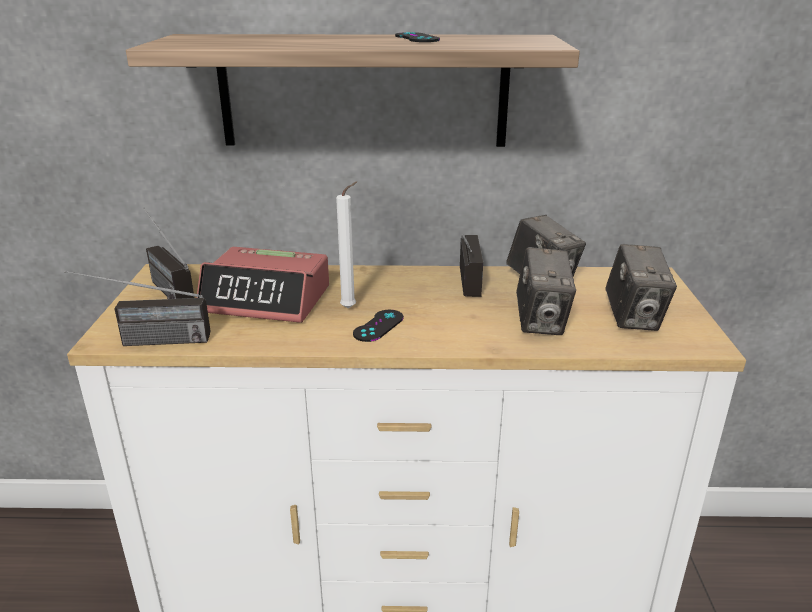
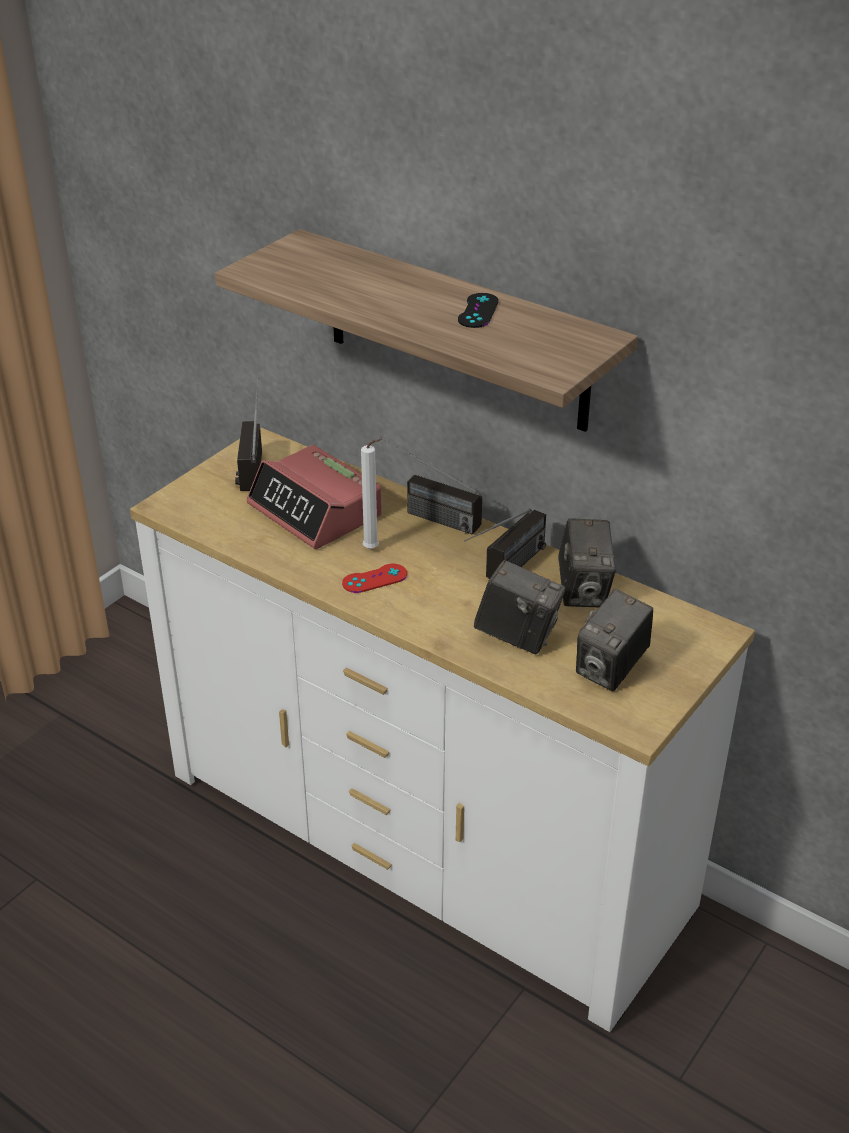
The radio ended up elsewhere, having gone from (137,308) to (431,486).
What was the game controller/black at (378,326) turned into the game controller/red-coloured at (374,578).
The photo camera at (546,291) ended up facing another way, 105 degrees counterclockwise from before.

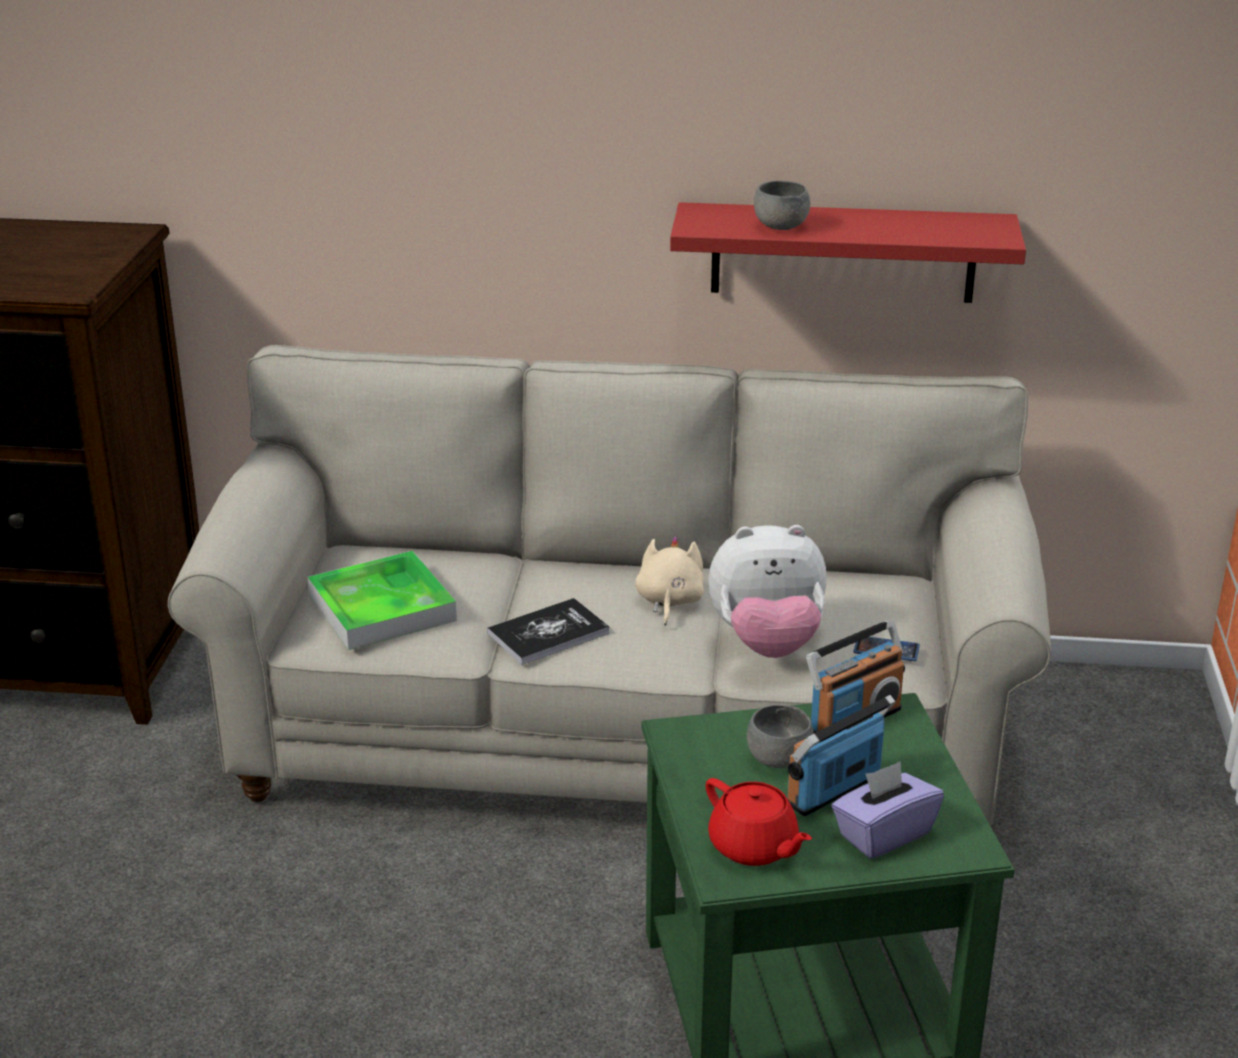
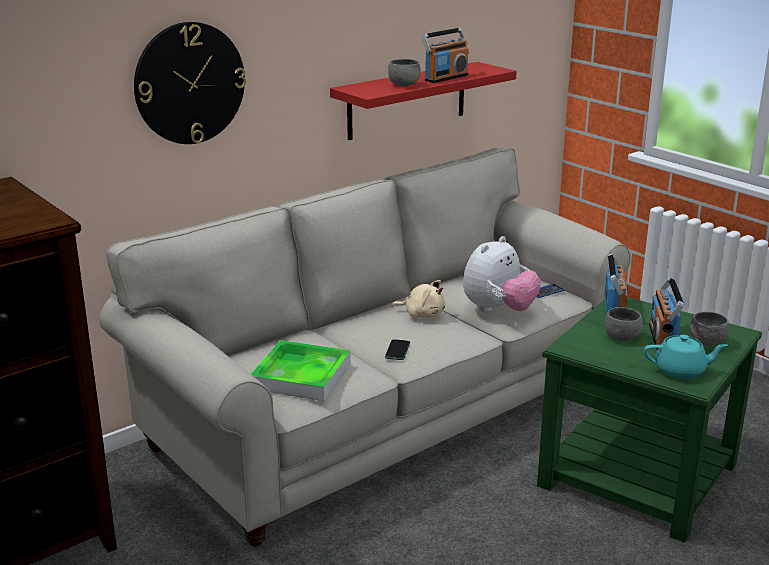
The second view gained the hanging clock at (190,83).
The second view gained the radio at (445,55).
Where the book stood at (548,631), the handset came to stand at (397,349).
Where the tissue box/purplish stood at (887,810), the deep dish/grey came to stand at (709,329).
What was the teapot/red-coloured at (758,822) turned into the teapot/turquoise at (686,357).
The soft toy/beige-coloured at (669,581) ended up facing another way, 150 degrees clockwise from before.

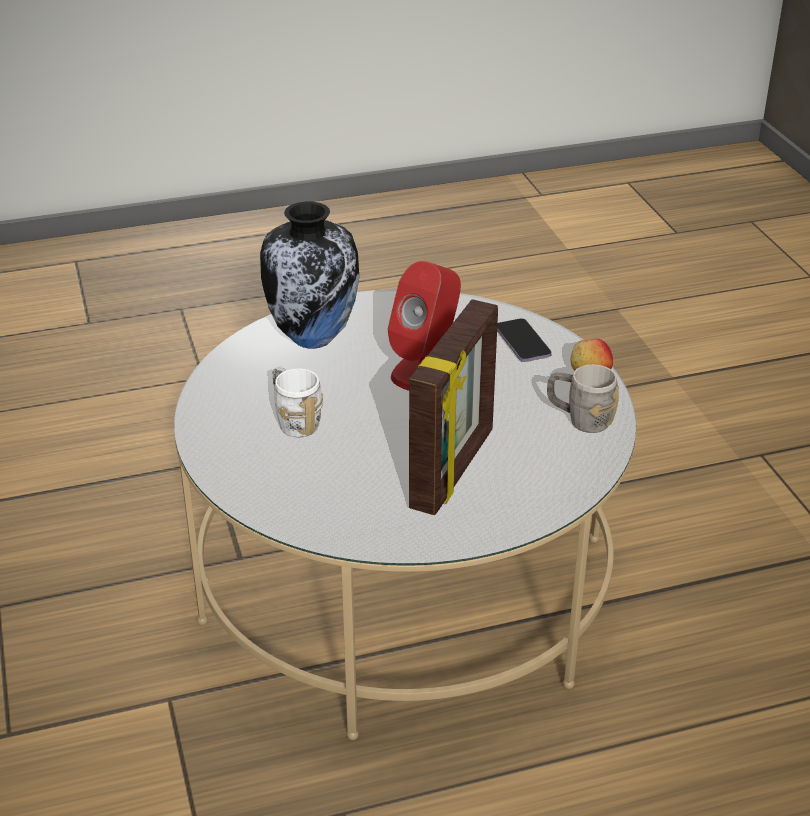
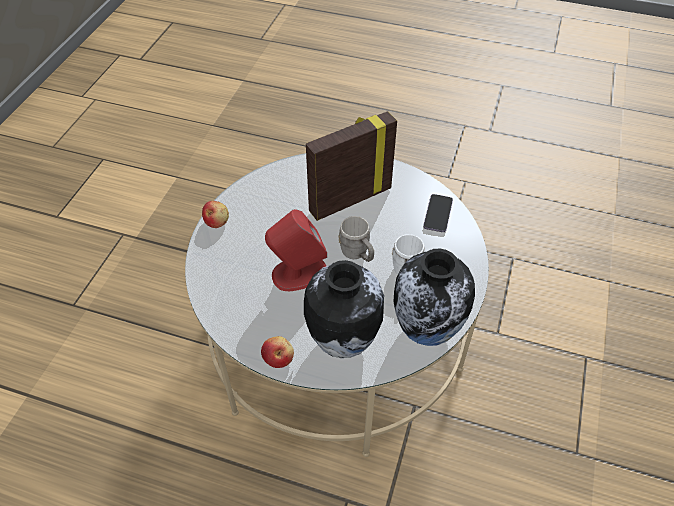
The second view gained the apple at (277,352).
The second view gained the decorative vase at (434,297).
The handset ended up elsewhere, having gone from (524,340) to (438,213).
The coffee mug/grey ended up elsewhere, having gone from (583,398) to (356,239).

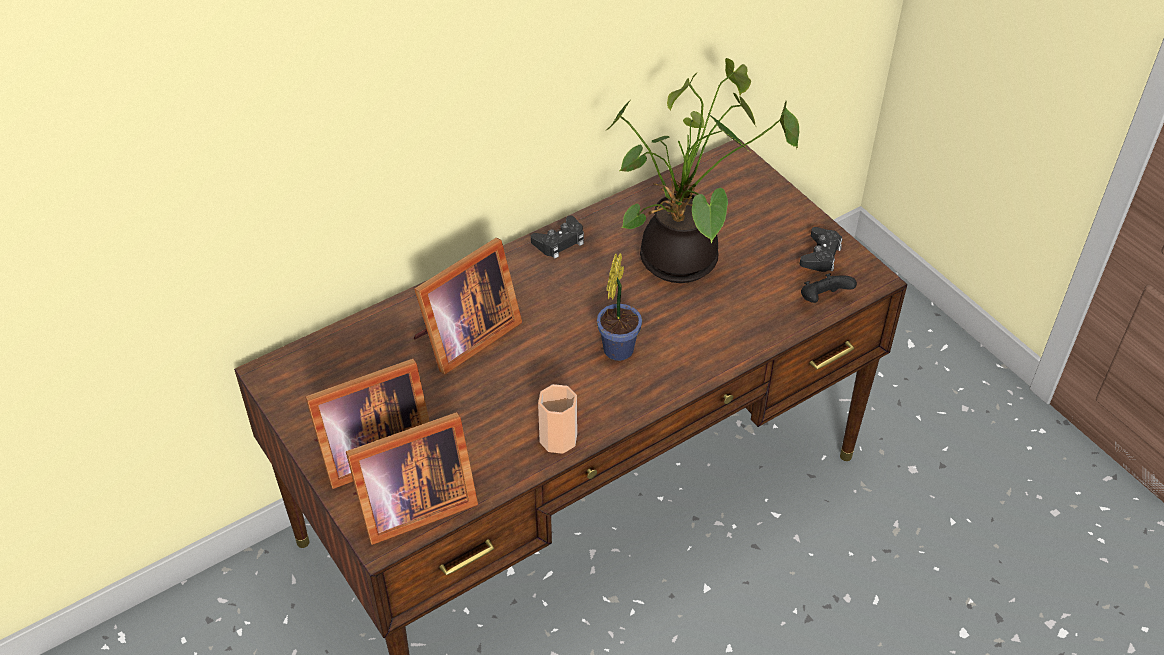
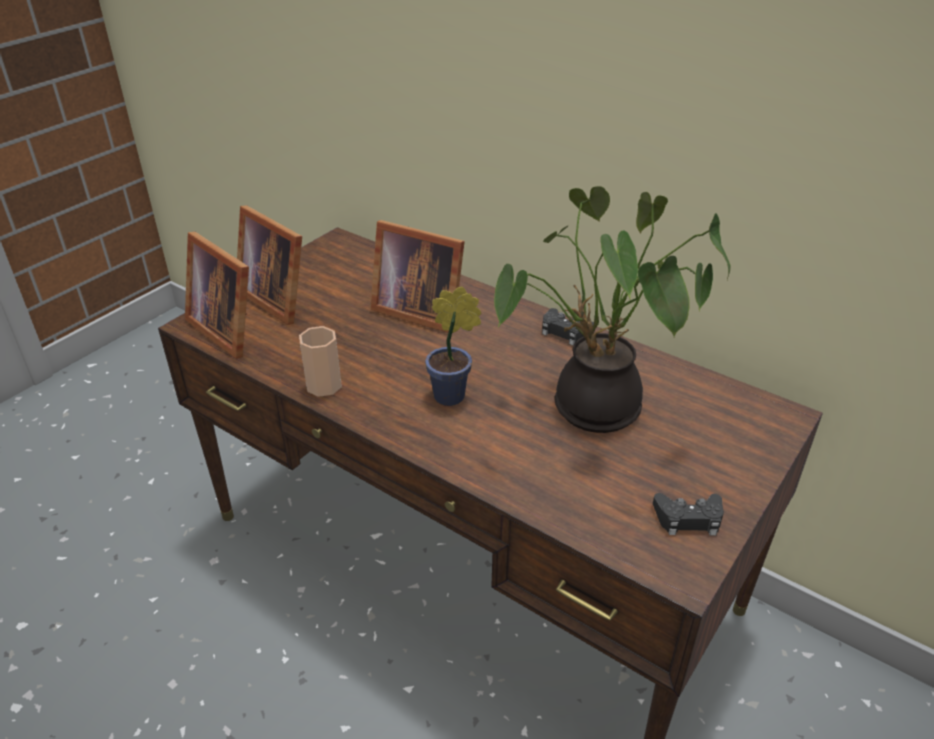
The second view lost the game controller/black at (829,288).

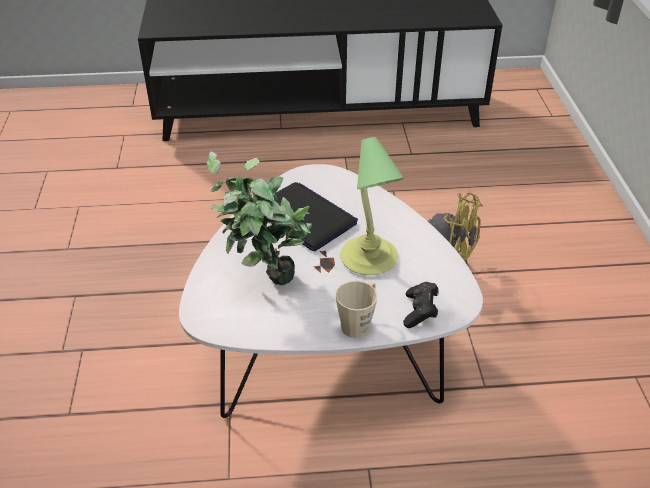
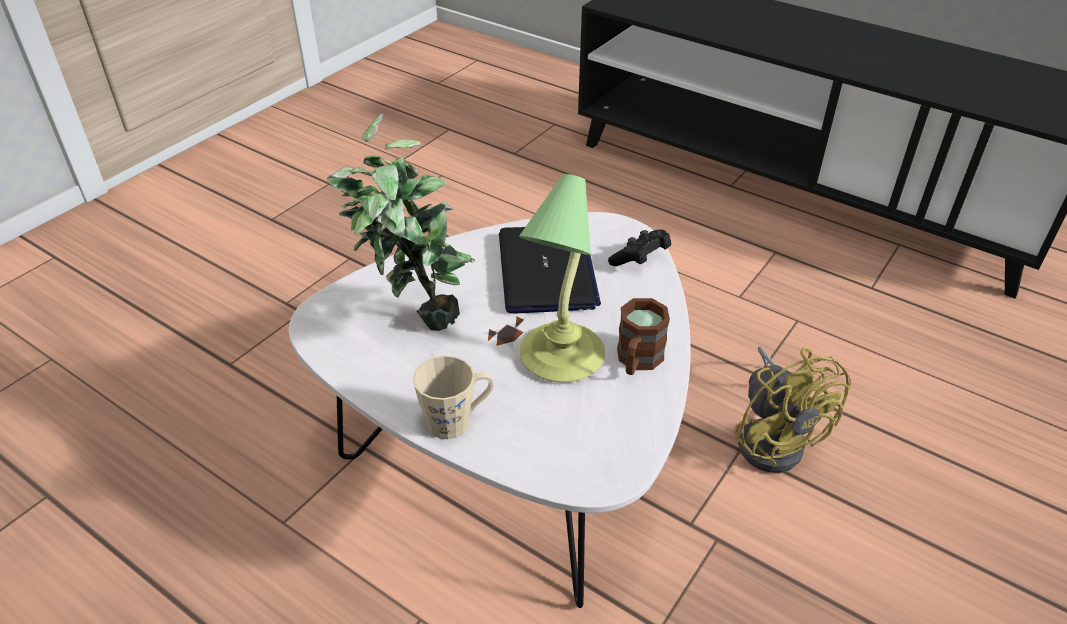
The second view gained the coffee mug/brown at (643,336).
The game controller/black ended up elsewhere, having gone from (421,305) to (639,248).

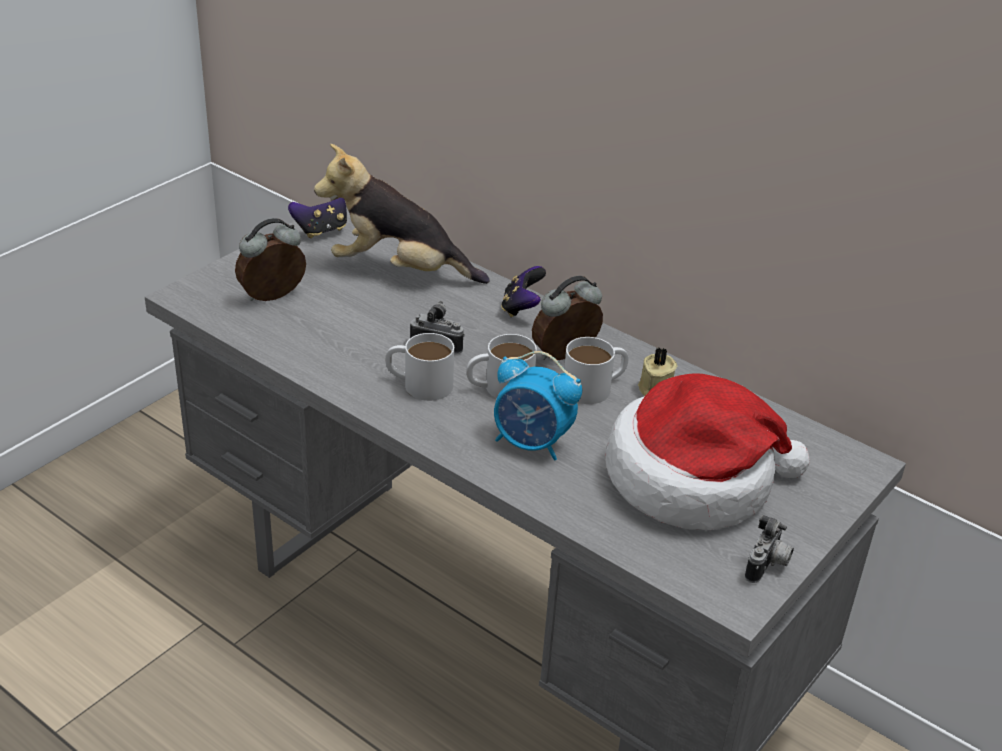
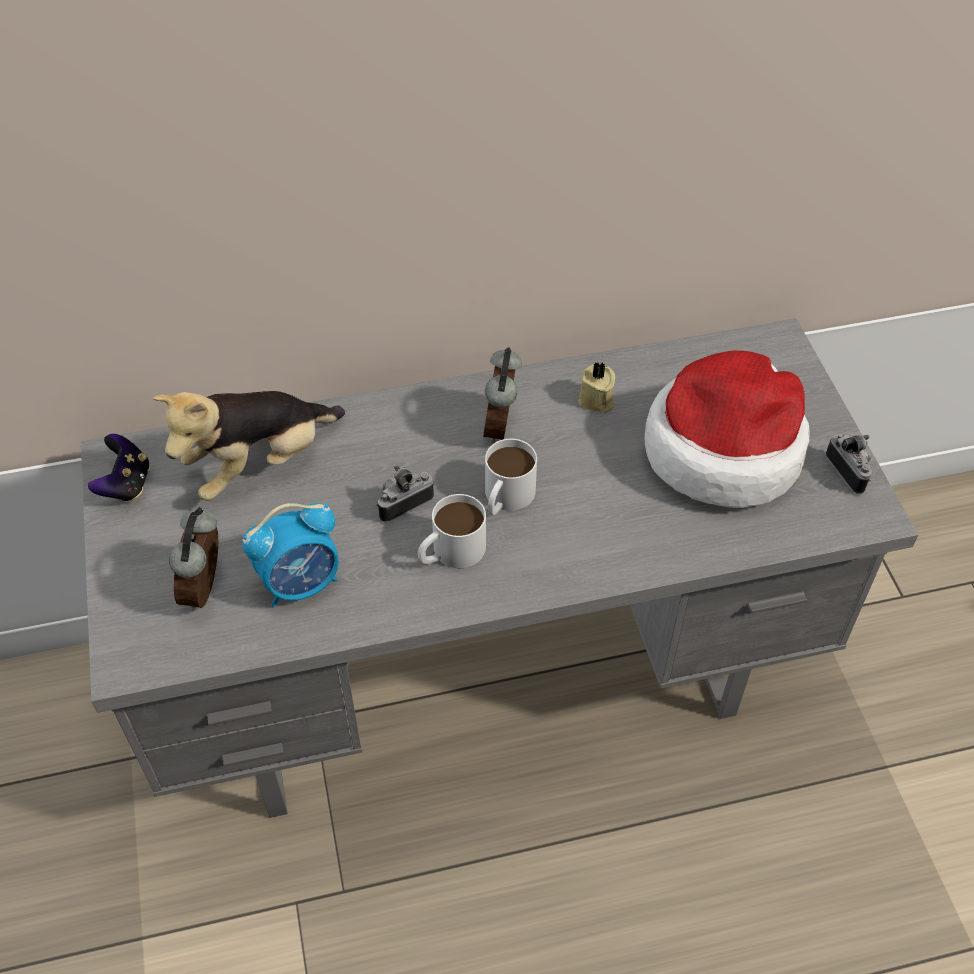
The second view lost the game controller at (523,291).
The second view lost the coffee mug/white at (596,370).
The alarm clock ended up elsewhere, having gone from (538,405) to (290,555).

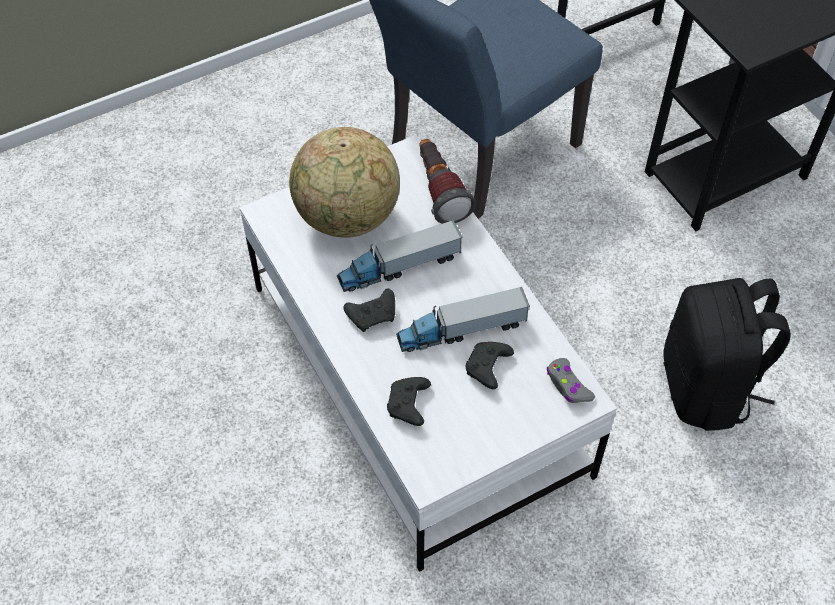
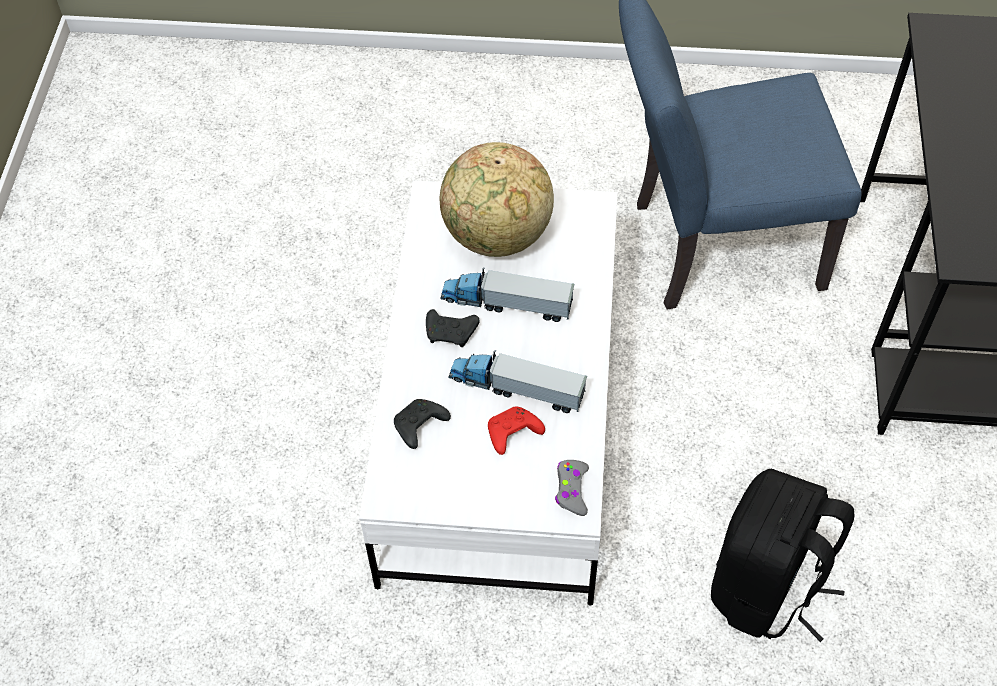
The second view lost the hand torch at (448,181).
What was the game controller/black at (490,365) turned into the game controller/red-coloured at (516,430).

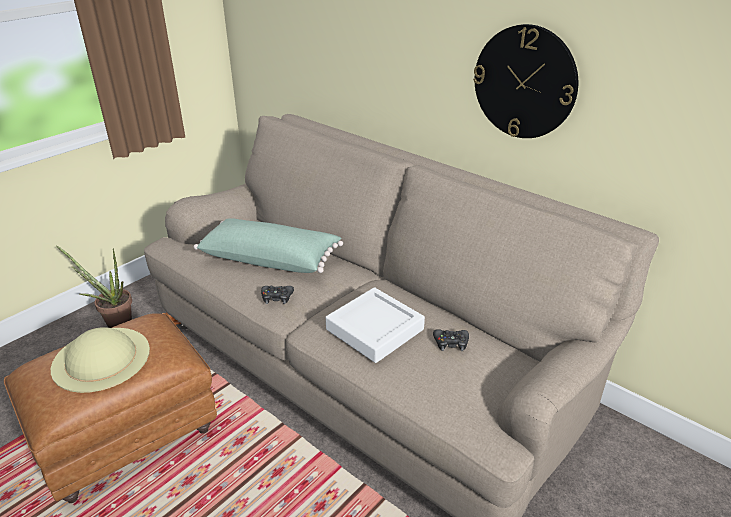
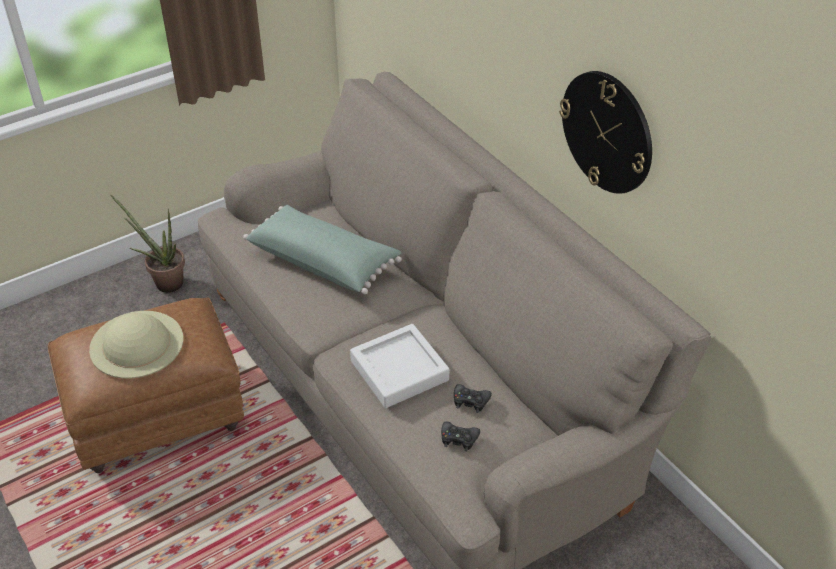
The game controller/black ended up elsewhere, having gone from (277,295) to (460,436).

